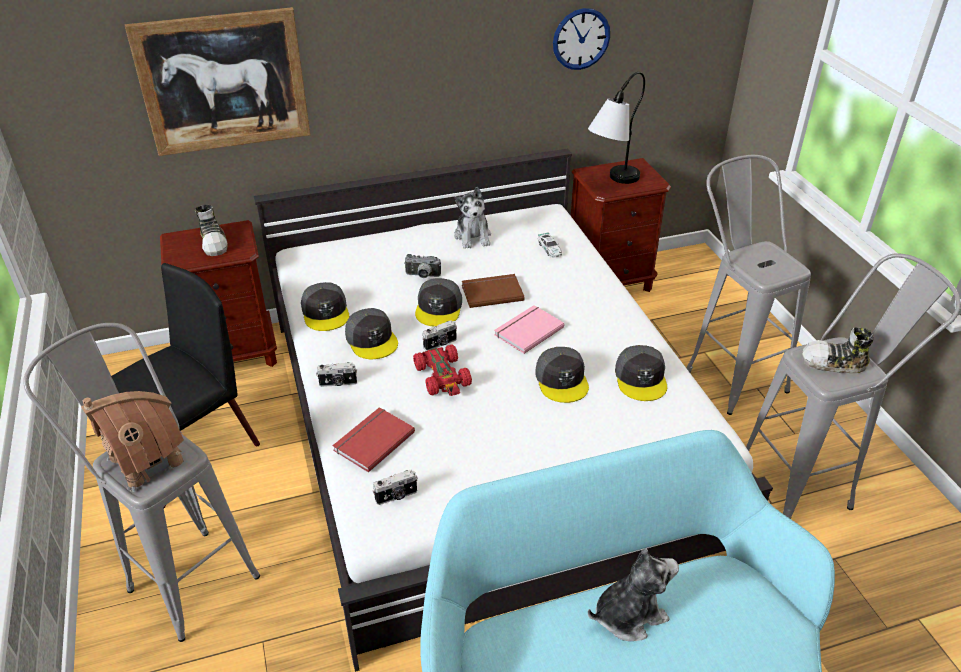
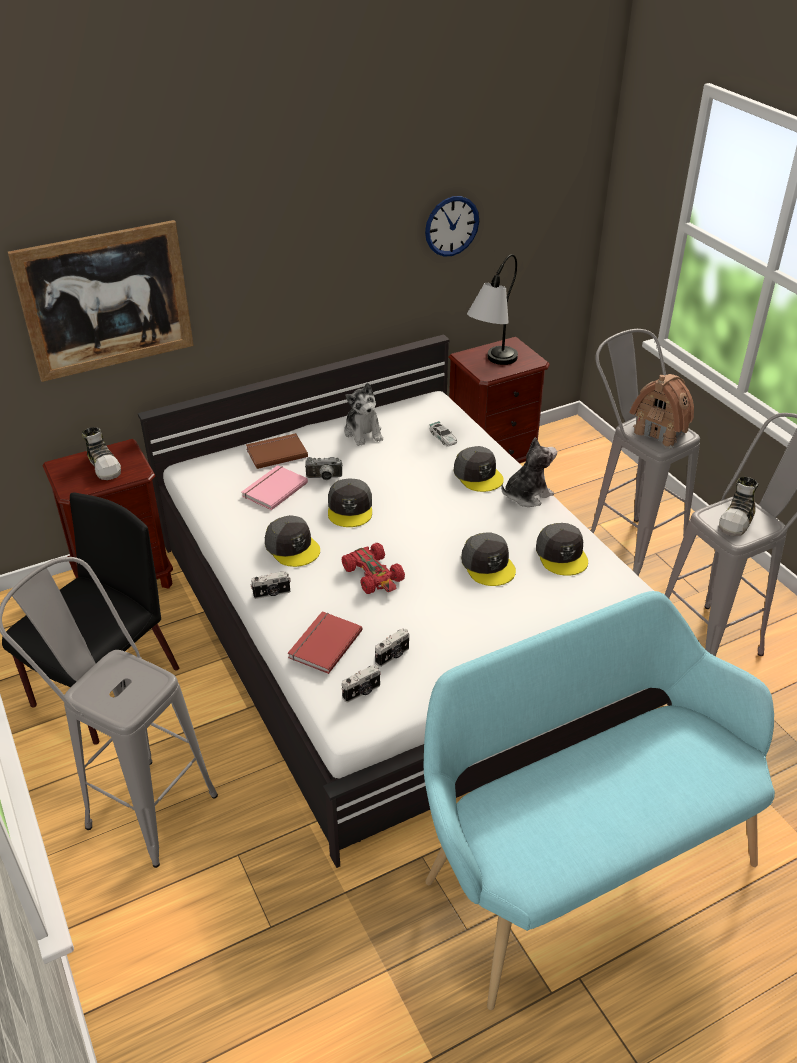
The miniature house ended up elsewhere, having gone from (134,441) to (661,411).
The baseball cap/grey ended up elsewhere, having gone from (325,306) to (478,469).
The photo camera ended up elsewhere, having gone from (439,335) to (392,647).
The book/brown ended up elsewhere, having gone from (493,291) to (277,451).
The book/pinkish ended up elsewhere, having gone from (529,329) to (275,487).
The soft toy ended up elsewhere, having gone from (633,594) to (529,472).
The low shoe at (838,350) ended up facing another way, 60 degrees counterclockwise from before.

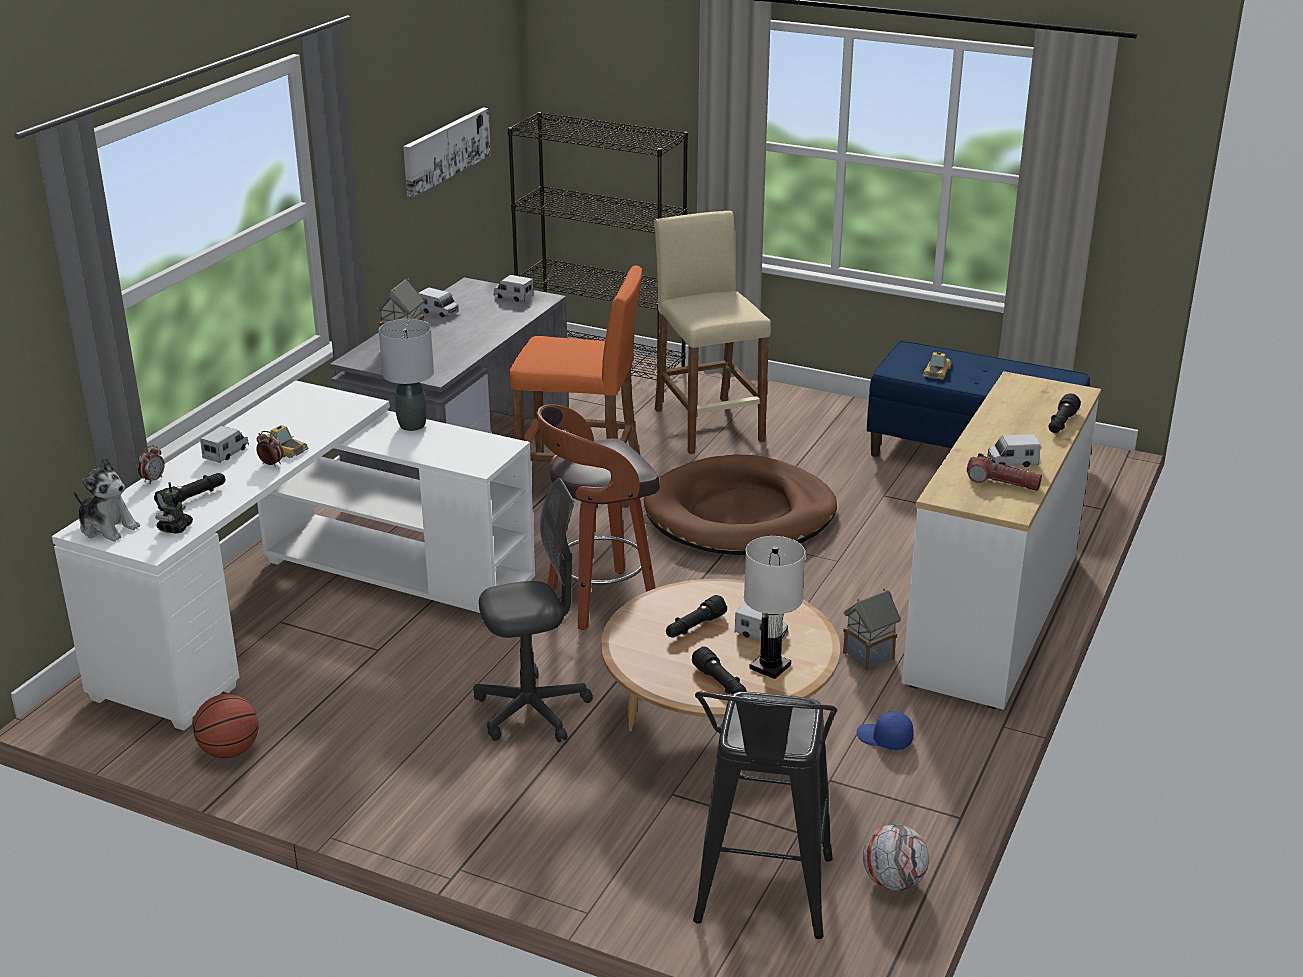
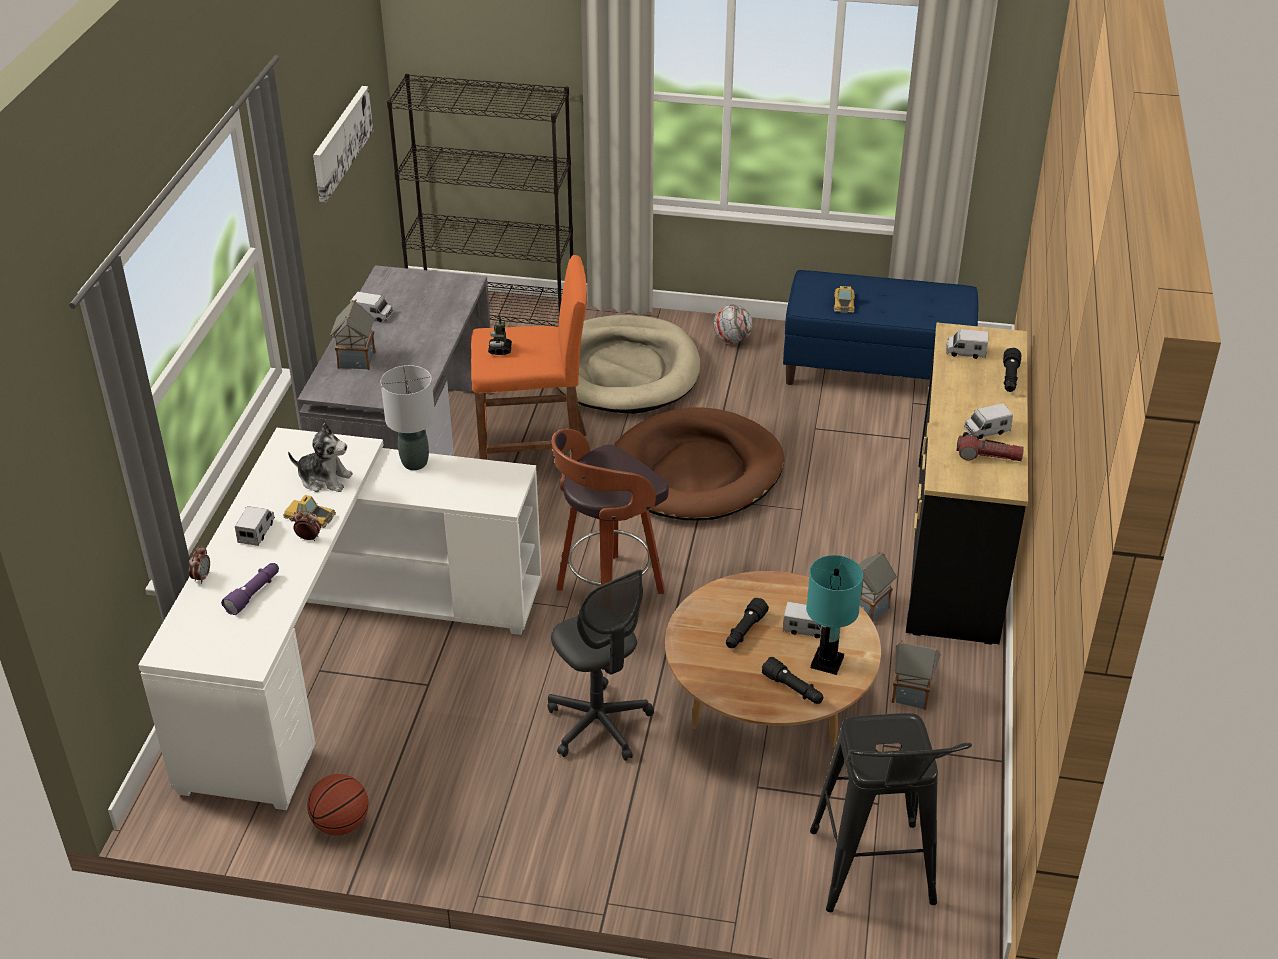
The soft toy ended up elsewhere, having gone from (107,499) to (320,457).
The robot figure ended up elsewhere, having gone from (174,508) to (500,335).
The model truck ended up elsewhere, having gone from (513,288) to (967,344).
The ball for football ended up elsewhere, having gone from (896,857) to (733,324).
Where the sitting stool/beige-coloured stood at (712,332), the dog bed/beige-coloured came to stand at (628,364).
Where the baseball cap/blue-coloured stood at (885,730), the miniature house came to stand at (916,675).
What was the hand torch/black at (189,492) turned into the hand torch/purplish at (250,589).
What was the tabletop lamp/white at (774,607) turned into the tabletop lamp/turquoise at (834,615).
What was the dresser/white at (1001,540) turned into the dresser/black at (967,483).
The office chair/grey at (533,610) ended up facing another way, 90 degrees clockwise from before.

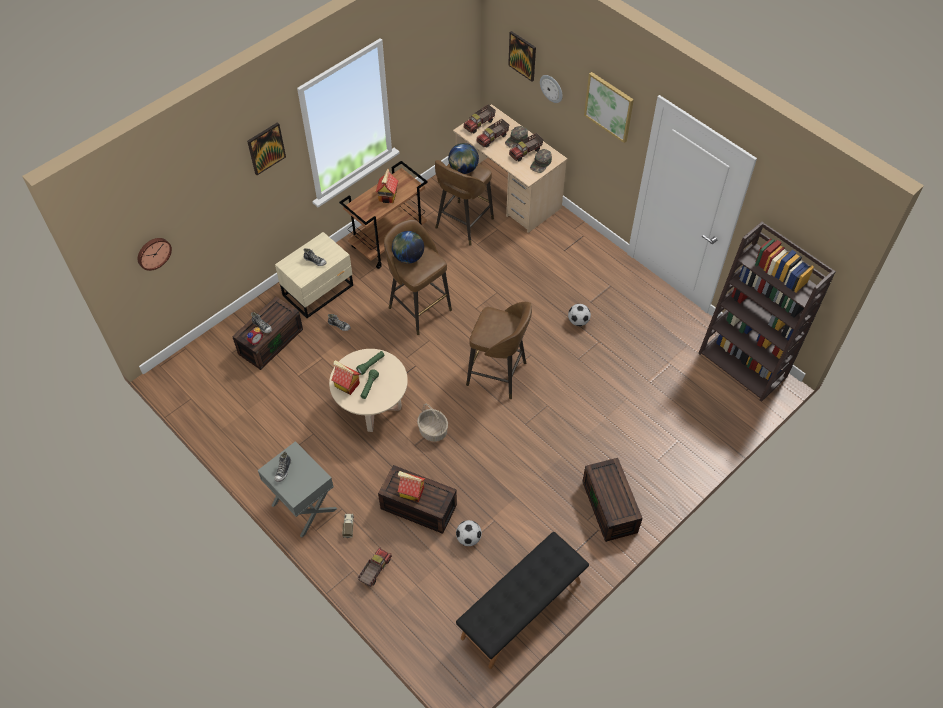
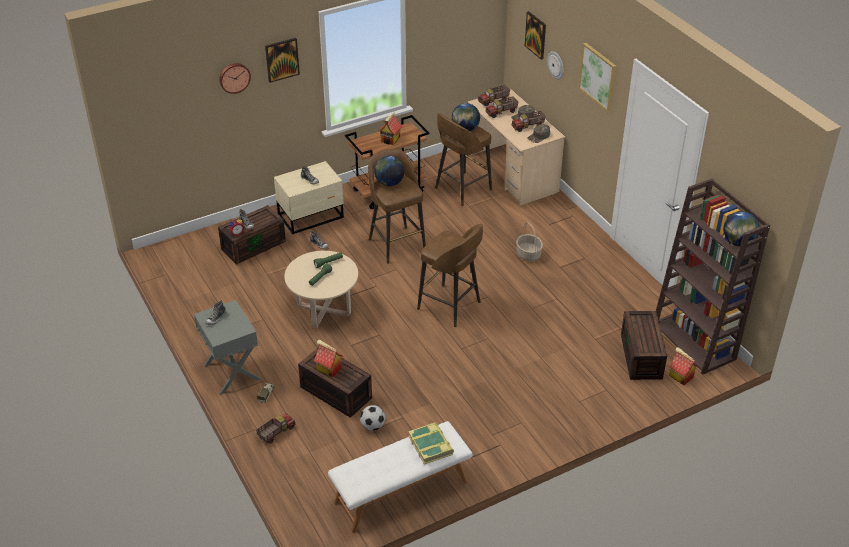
The second view lost the ball for football at (579,315).
The second view gained the book at (431,443).
The second view gained the desk globe at (741,228).
The hanging clock ended up elsewhere, having gone from (154,254) to (235,78).
The miniature house ended up elsewhere, having gone from (345,377) to (683,366).
The storage basket ended up elsewhere, having gone from (432,423) to (529,241).
The storage bin/brown ended up elsewhere, having gone from (612,500) to (644,345).
What was the long seat/black at (522,600) turned into the long seat/white at (400,477).

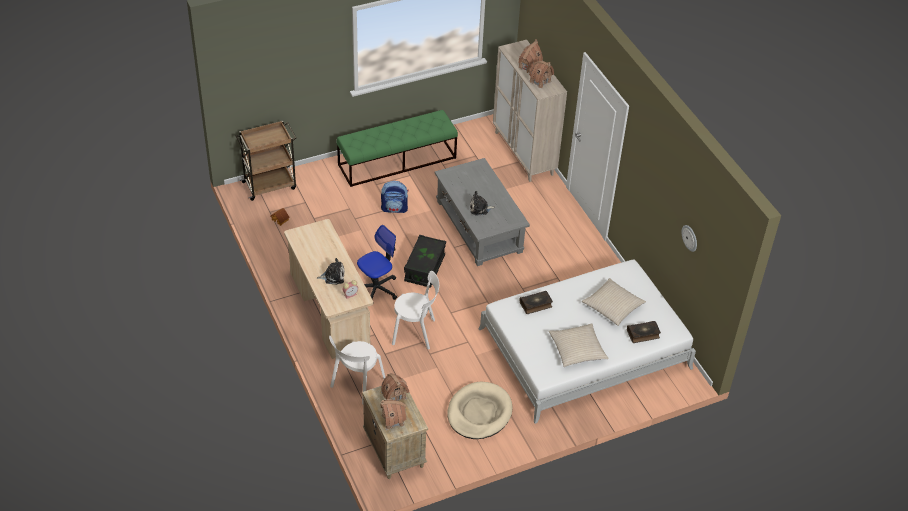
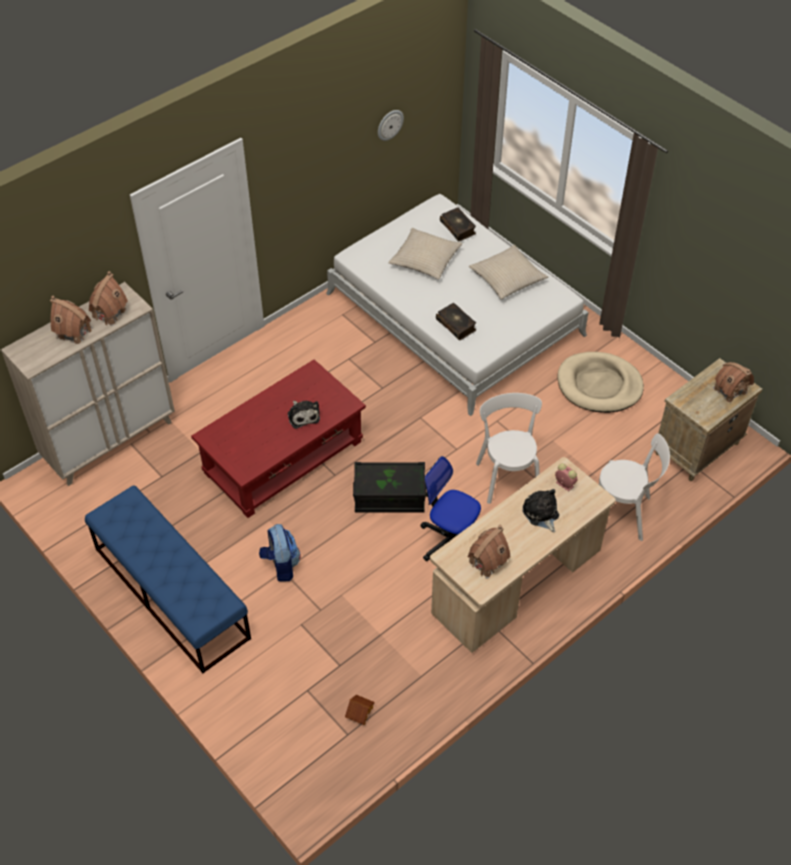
The second view lost the cart/brown at (265,161).
The miniature house ended up elsewhere, having gone from (395,386) to (489,552).
What was the long seat/green at (397,148) turned into the long seat/blue-coloured at (168,579).
What was the coffee table/grey at (482,212) turned into the coffee table/red-coloured at (278,438).

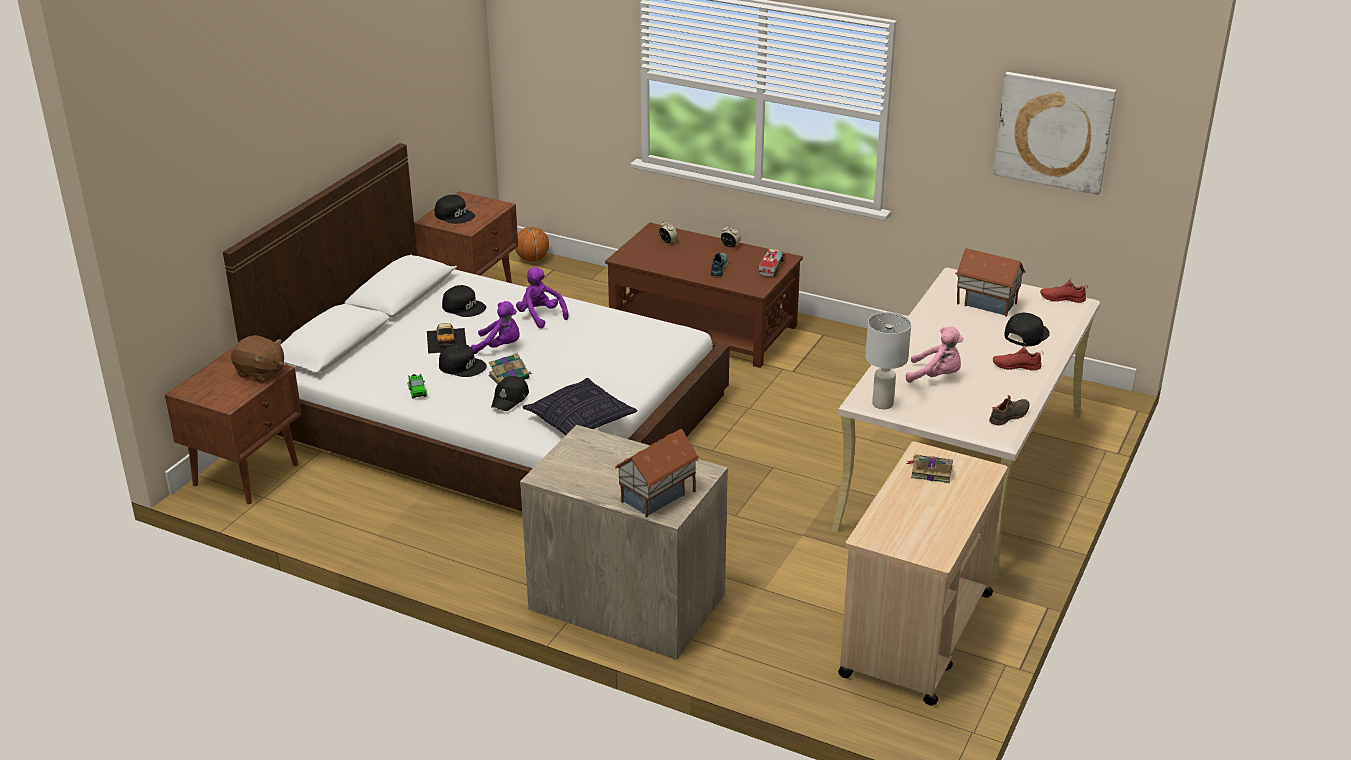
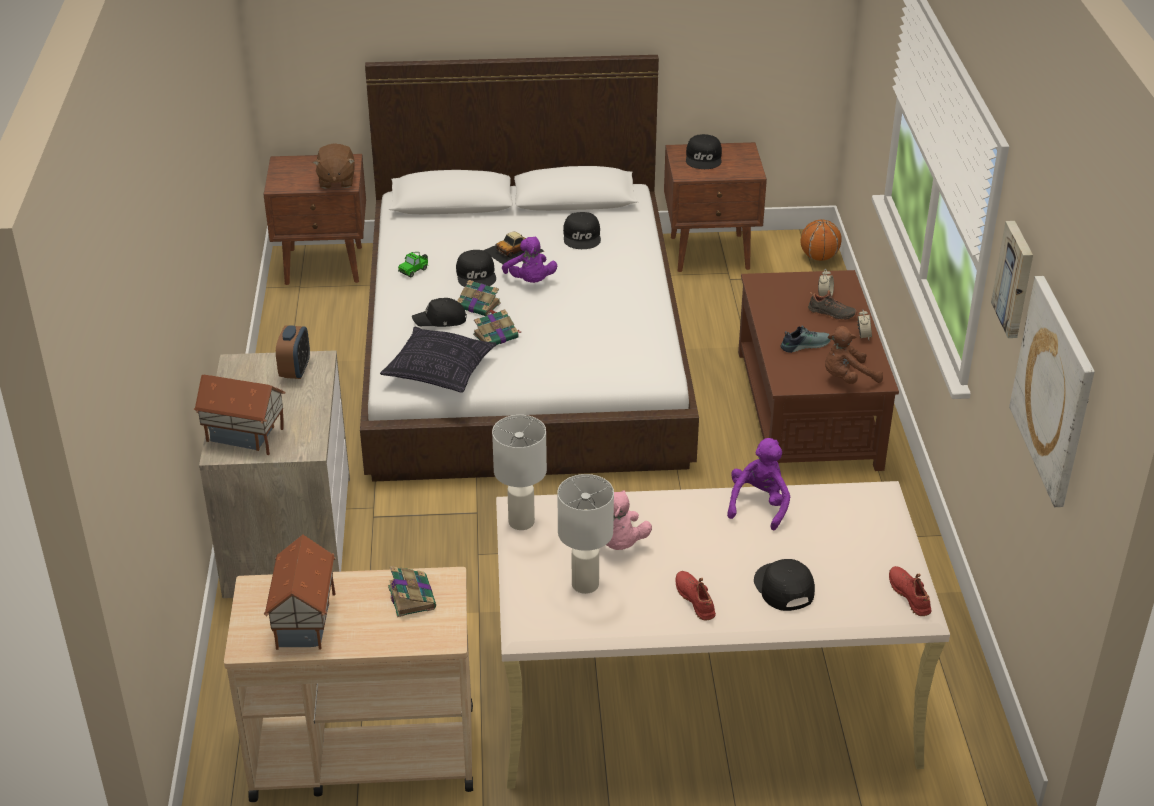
The second view gained the alarm clock at (293,352).
The second view gained the book at (497,327).
The second view gained the tabletop lamp/white at (585,534).
The second view gained the wall art at (1012,279).
The soft toy/purplish ended up elsewhere, having gone from (542,298) to (758,484).
The miniature house ended up elsewhere, having gone from (990,282) to (300,592).
The low shoe/black ended up elsewhere, having gone from (1009,410) to (832,305).
Where the model truck stood at (772,263), the soft toy/brown came to stand at (854,355).
The baseball cap/black at (1027,330) ended up facing another way, 120 degrees counterclockwise from before.

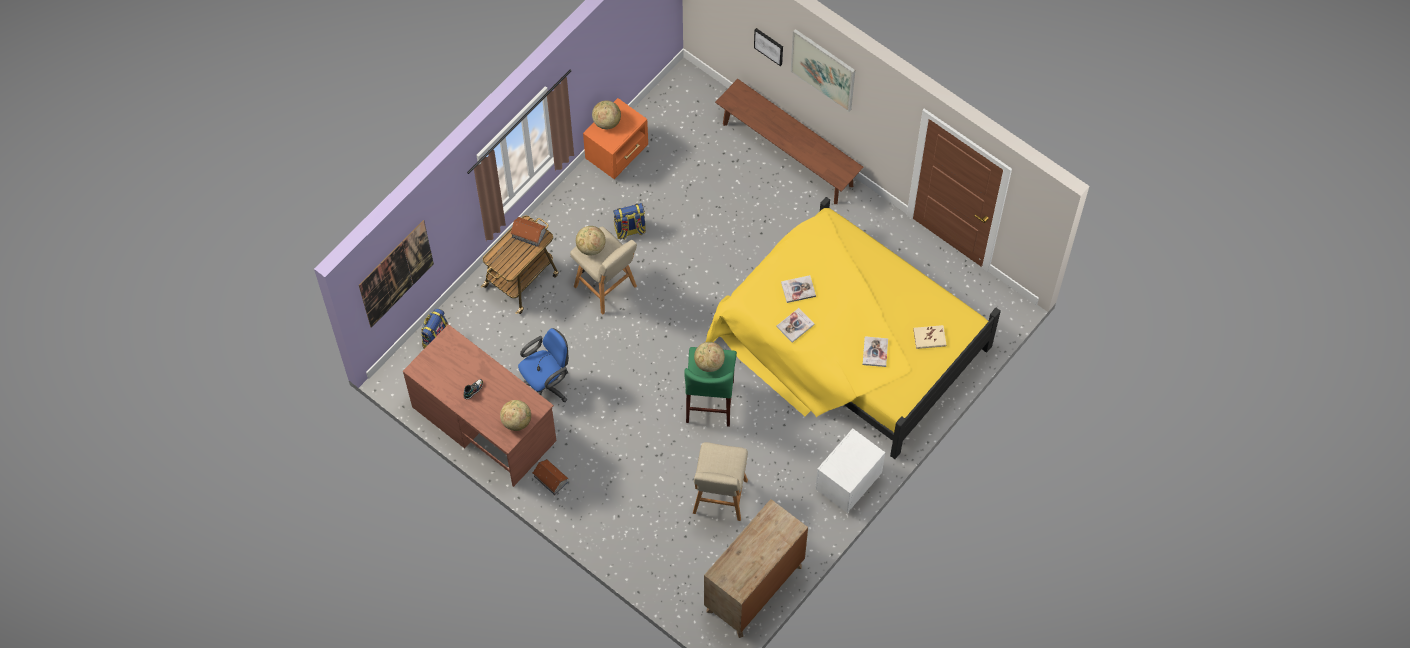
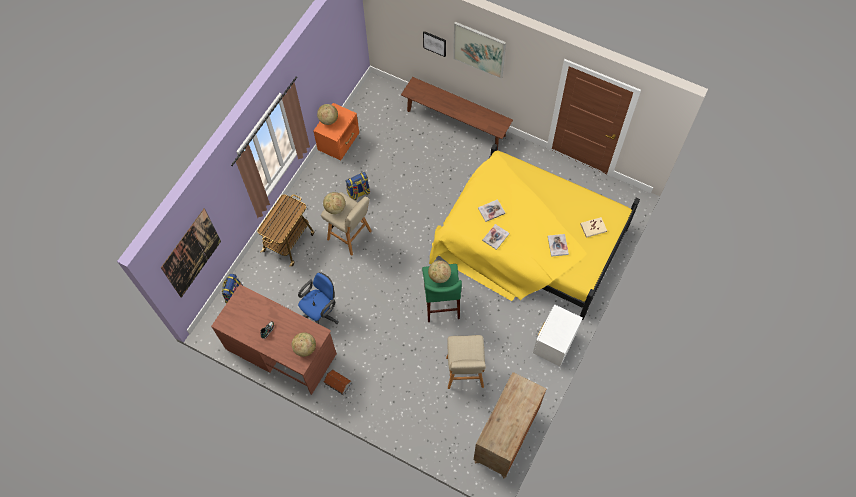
The second view lost the miniature house at (528,232).

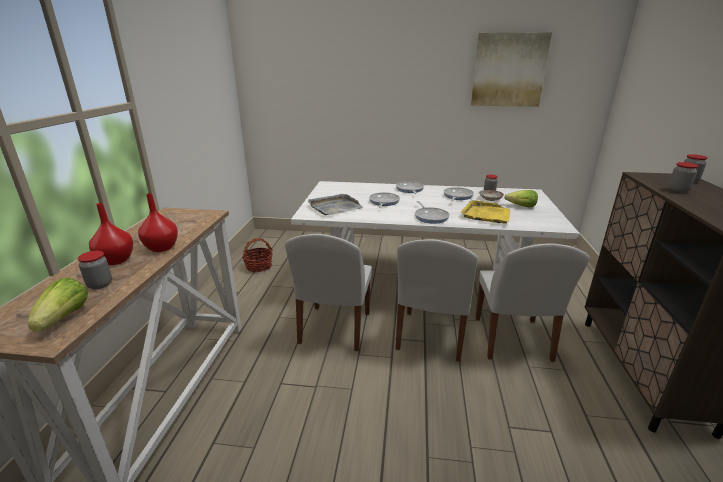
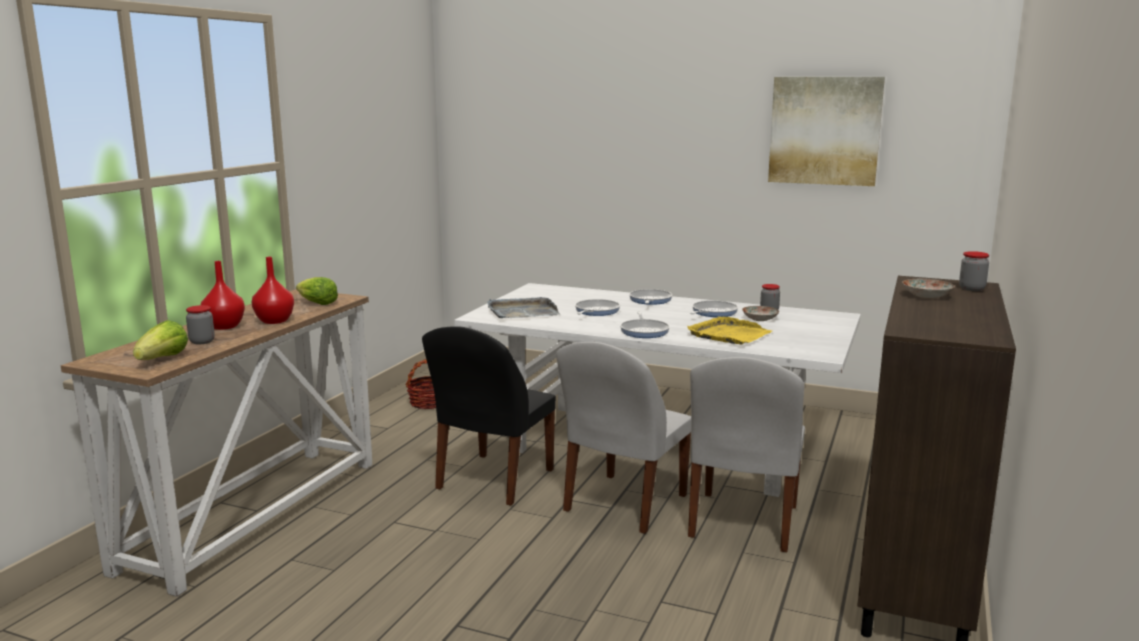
The head of lettuce ended up elsewhere, having gone from (521,199) to (317,291).
Where the jar stood at (683,177), the dinner plate came to stand at (928,289).
What was the chair/white at (328,292) turned into the chair/black at (489,416).

